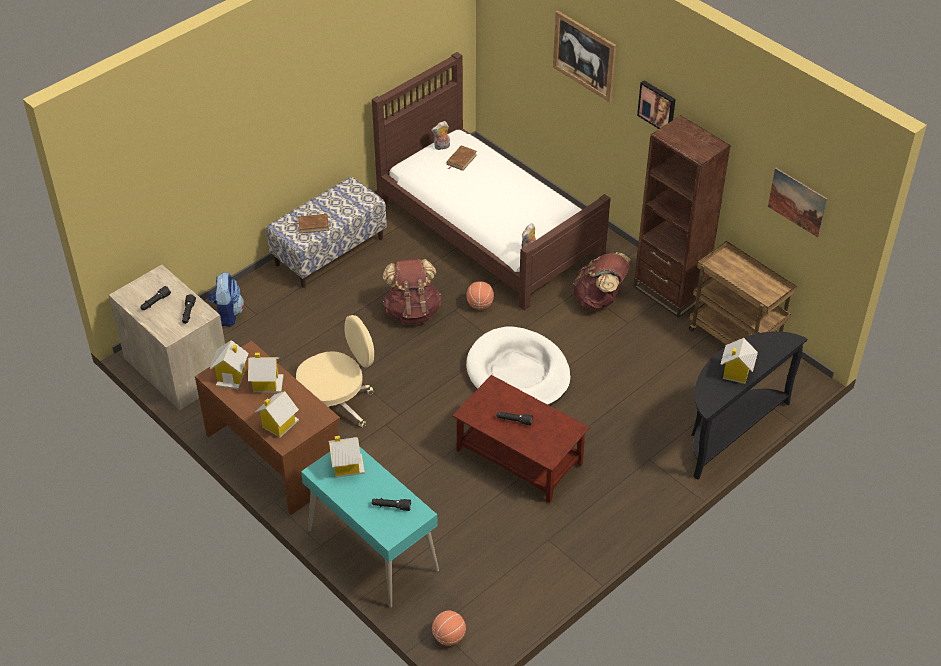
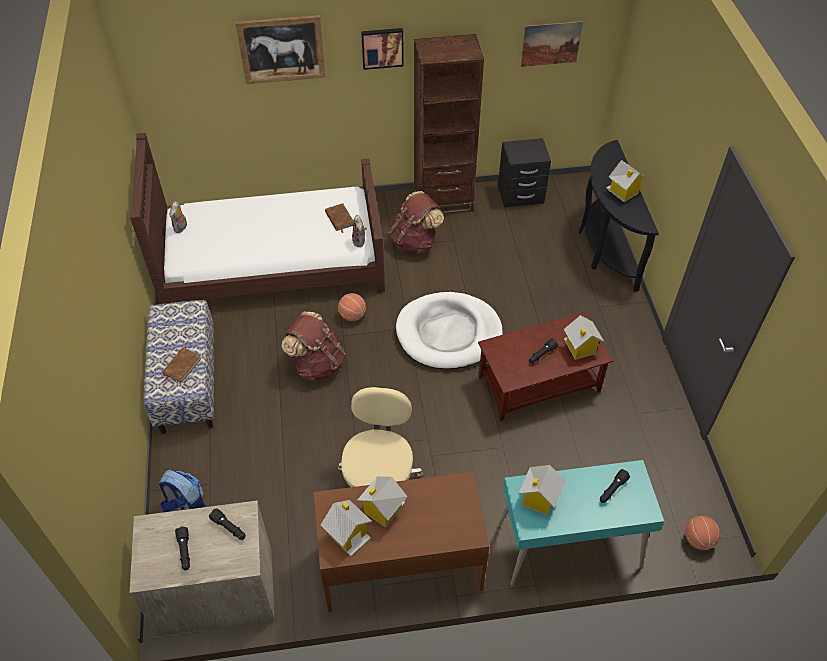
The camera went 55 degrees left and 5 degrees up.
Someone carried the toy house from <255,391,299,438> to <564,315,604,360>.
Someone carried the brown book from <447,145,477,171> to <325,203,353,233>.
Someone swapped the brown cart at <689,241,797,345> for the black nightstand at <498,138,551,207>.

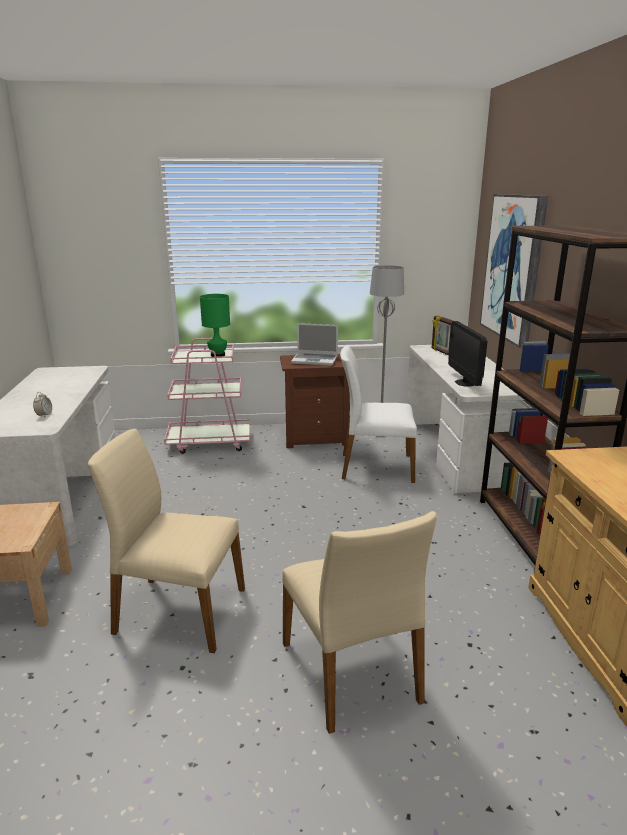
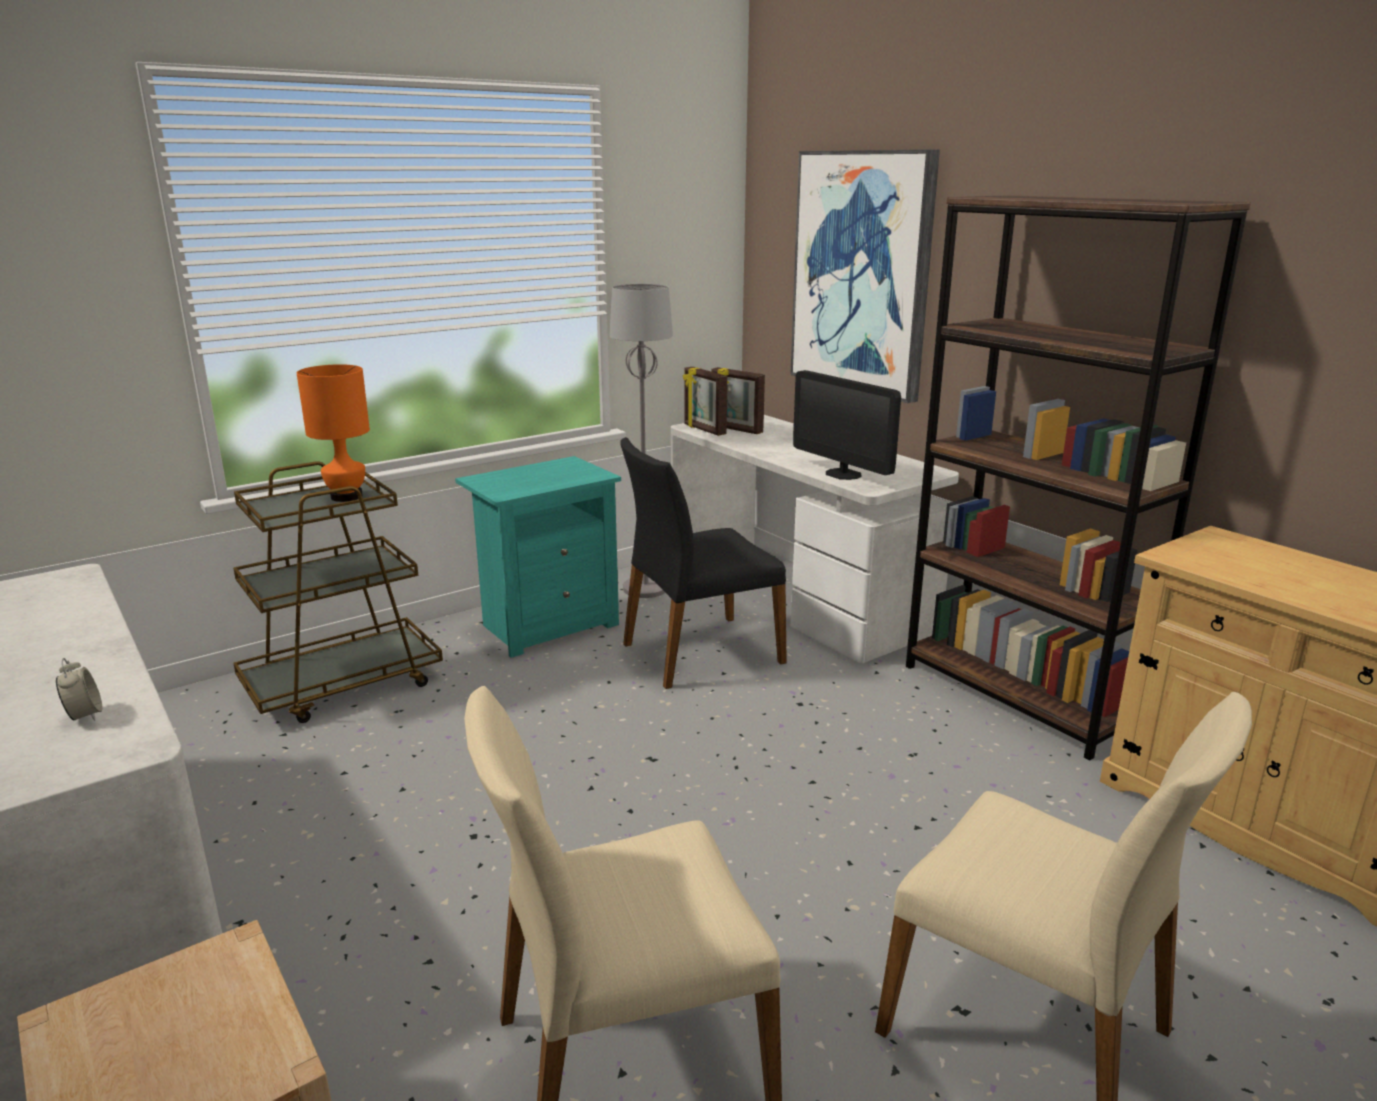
The camera went 30 degrees left and 0 degrees up.
Someone repainted the pink cart at <164,338,251,454>, which became the brown cart at <233,461,443,723>.
Someone repainted the green table lamp at <200,294,230,357>, which became the orange table lamp at <297,364,370,502>.
Someone repainted the brown nightstand at <280,354,350,448>, which became the turquoise nightstand at <455,456,621,658>.
Someone took away the laptop at <291,323,338,366>.
Someone repainted the white chair at <340,345,416,483>, which became the black chair at <620,437,787,689>.
Someone put down the picture frame at <683,367,727,436>.

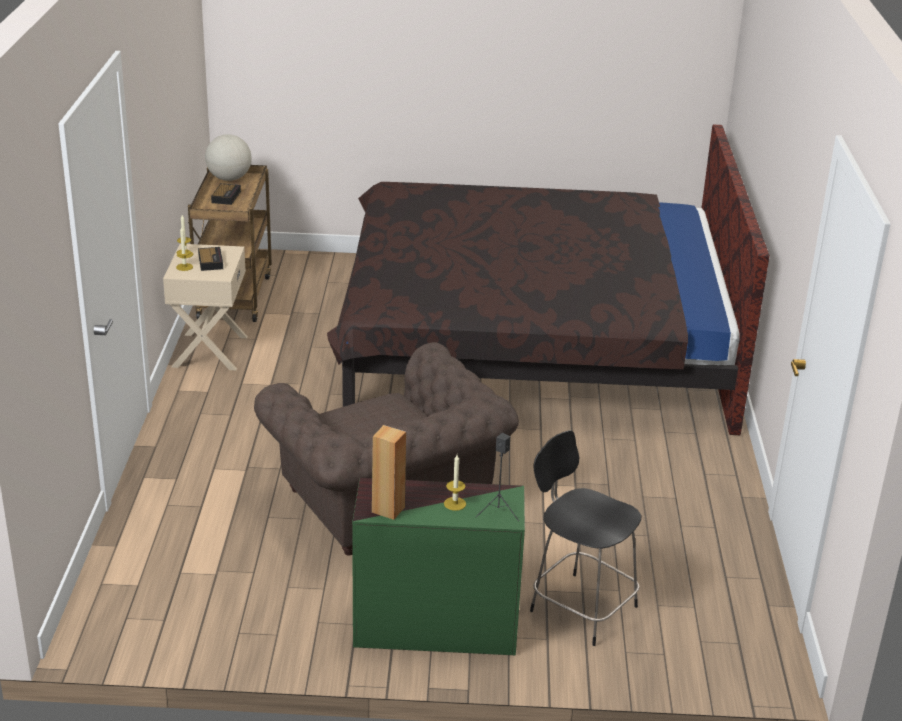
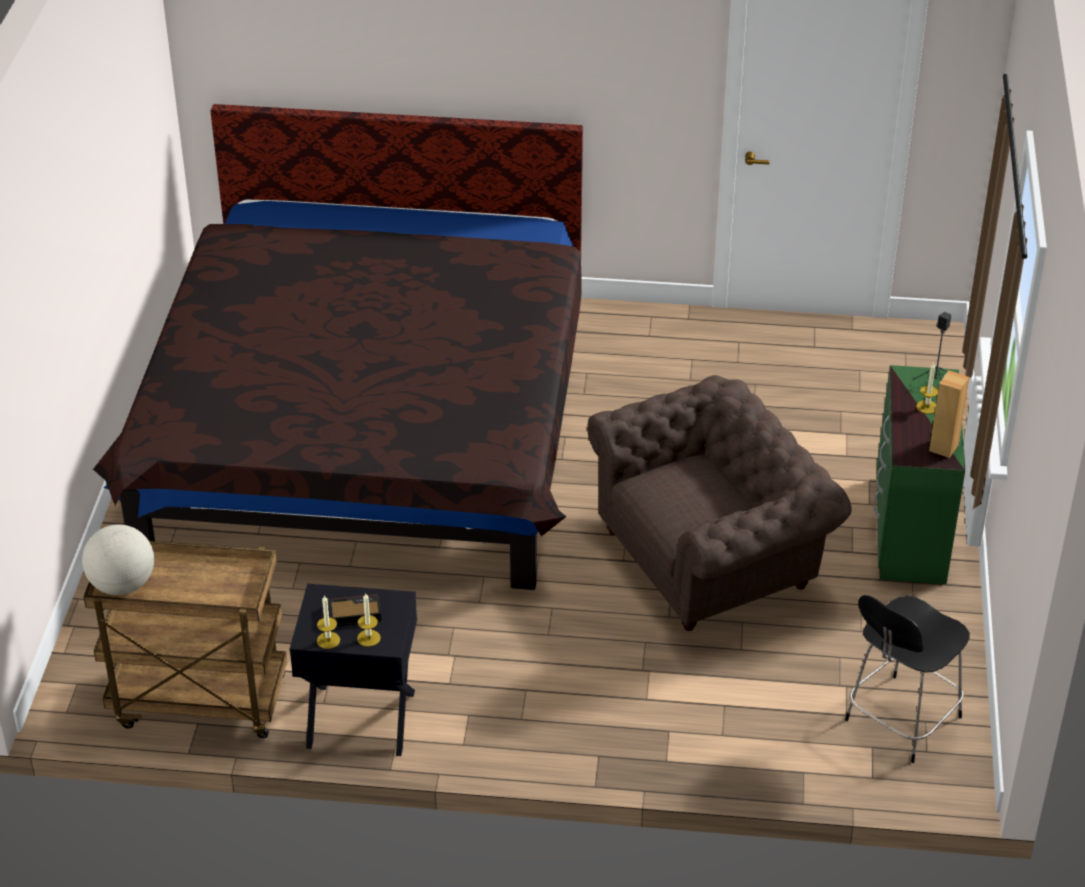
The camera went 85 degrees left and 10 degrees up.
Someone repainted the beige nightstand at <163,244,248,370>, which became the black nightstand at <290,584,417,756>.
Someone took away the alarm clock at <211,183,241,205>.
Someone carried the black chair from <530,430,642,646> to <845,595,970,763>.

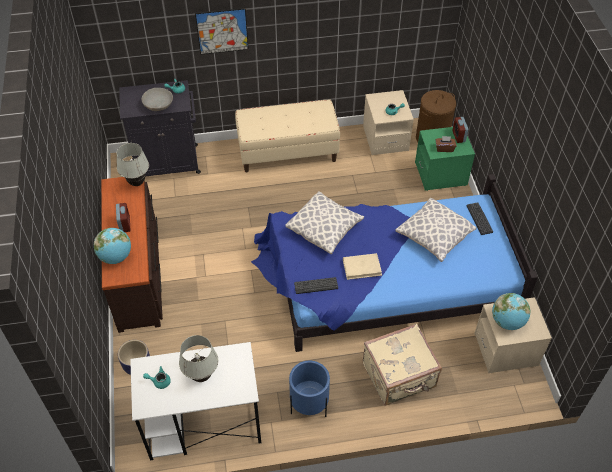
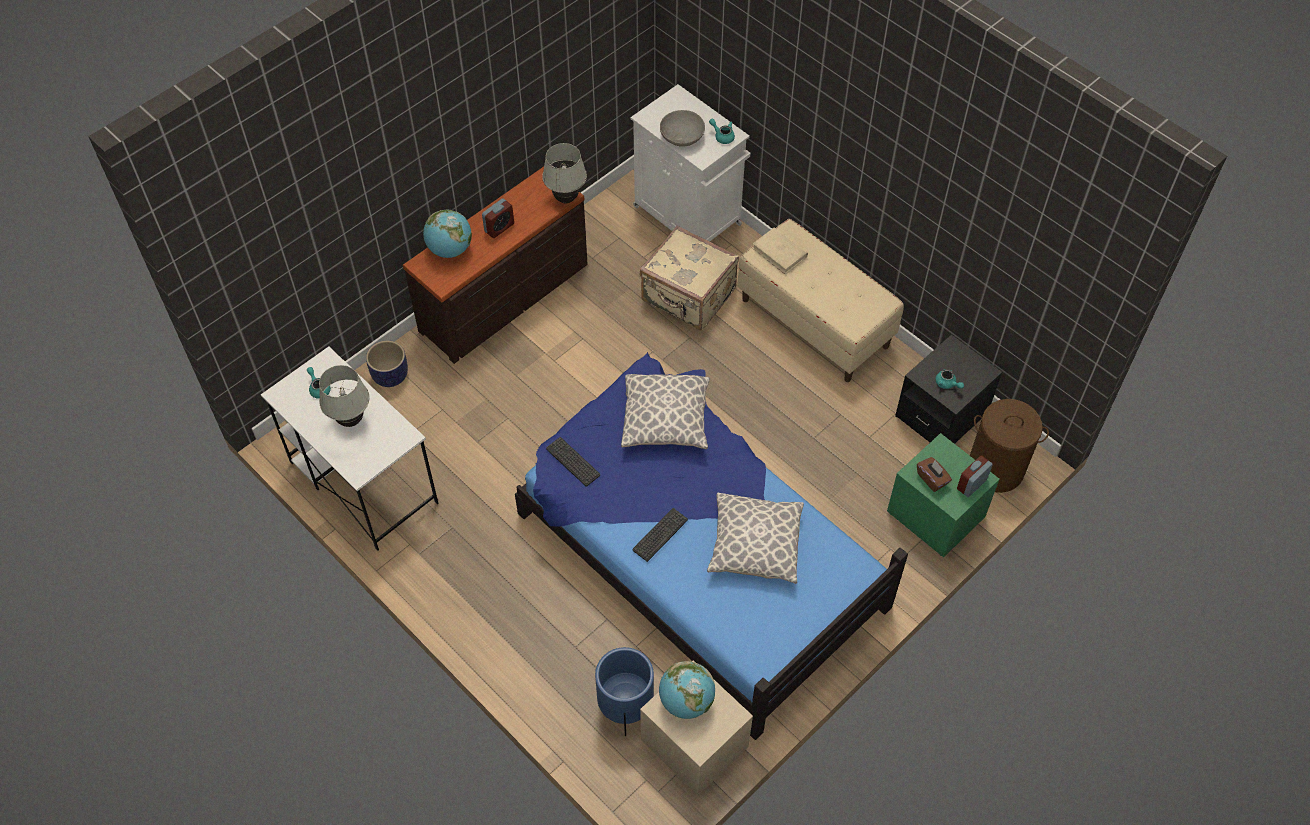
The camera went 55 degrees right and 5 degrees up.
Someone repainted the black cabinet at <119,80,201,176>, which became the white cabinet at <631,84,750,242>.
Someone took away the picture at <195,8,249,55>.
Someone carried the blue planter from <289,361,330,417> to <595,647,654,736>.
Someone carried the beige book from <343,253,382,280> to <752,227,808,275>.
Someone repainted the beige nightstand at <363,90,414,155>, which became the black nightstand at <895,334,1002,444>.
Someone carried the beige suitcase from <363,324,442,406> to <639,226,739,330>.
Someone carried the keyboard from <467,202,493,235> to <633,508,688,562>.

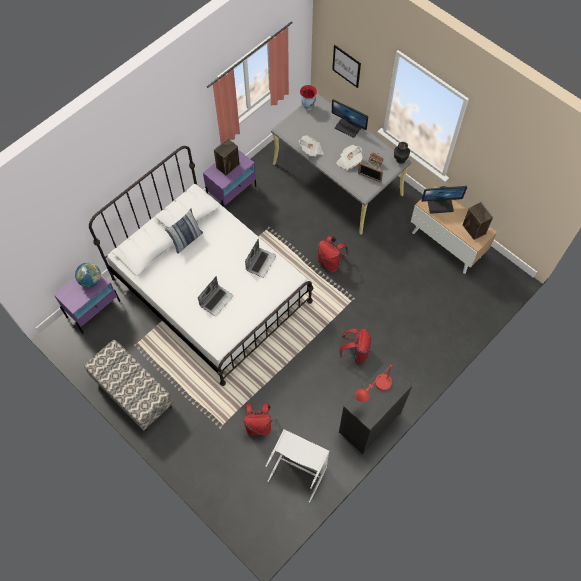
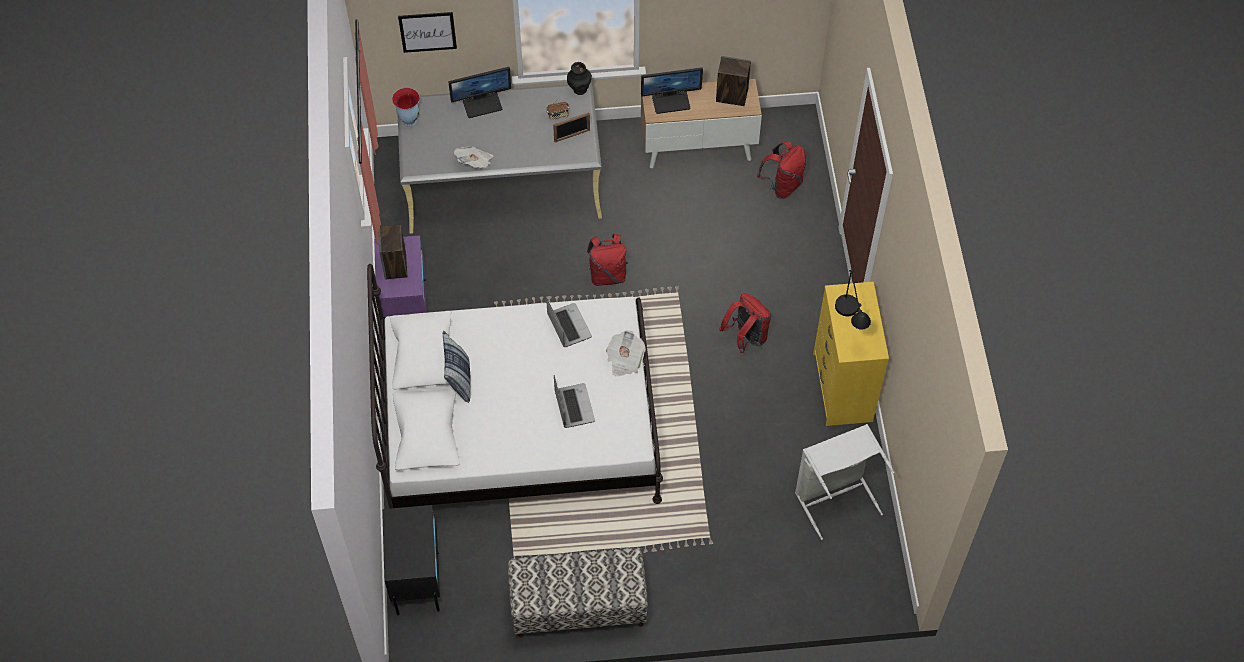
The camera went 50 degrees left and 5 degrees down.
Someone repainted the purple nightstand at <53,274,121,334>, which became the black nightstand at <382,505,440,615>.
Someone took away the globe at <75,263,101,287>.
Someone carried the red backpack from <244,402,274,436> to <757,141,806,199>.
Someone carried the newspaper from <336,145,363,171> to <606,330,646,376>.
Someone repainted the black dresser at <339,362,413,454>, which became the yellow dresser at <813,282,889,426>.
Someone repainted the red table lamp at <355,364,393,402>, which became the black table lamp at <835,270,871,330>.
Someone rotated the monitor at <422,186,467,214> by 45 degrees clockwise.

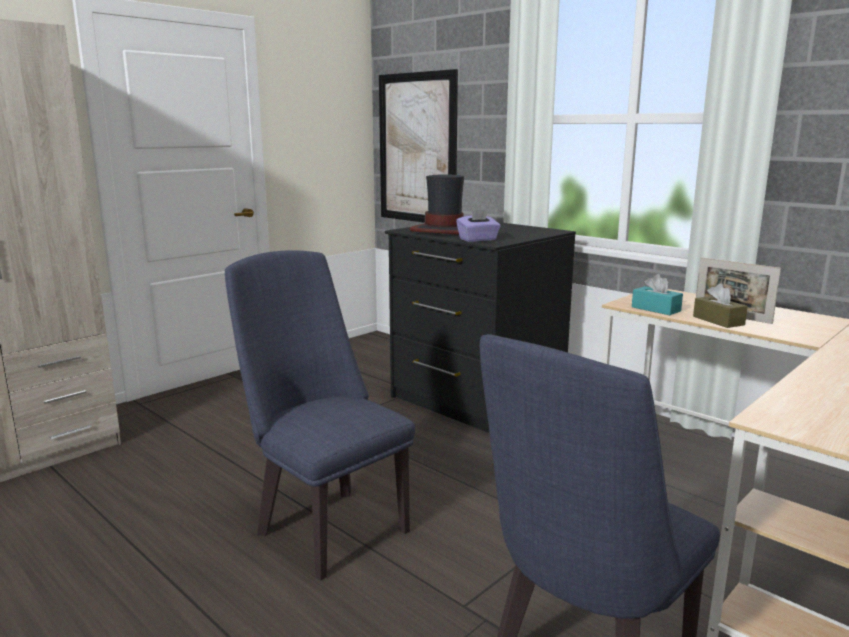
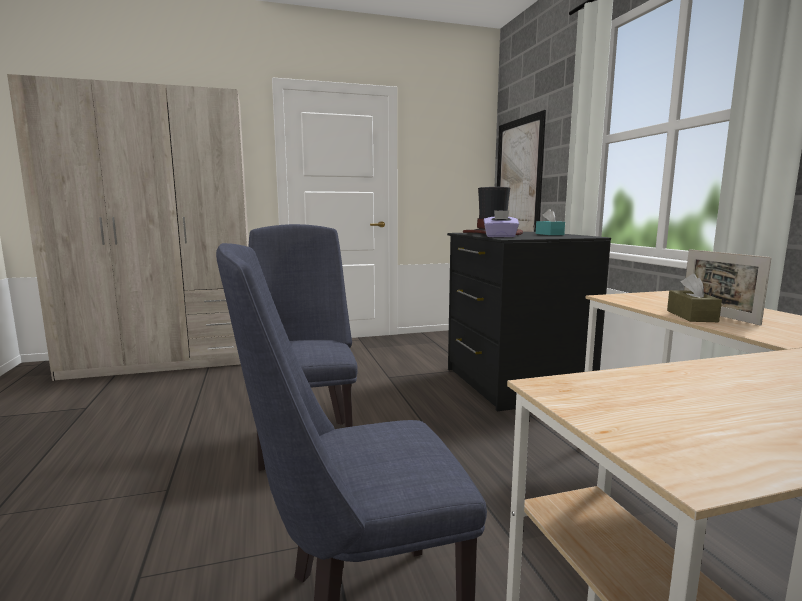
The camera went 30 degrees right and 5 degrees down.
Someone carried the turquoise tissue box from <632,274,683,315> to <536,209,565,235>.

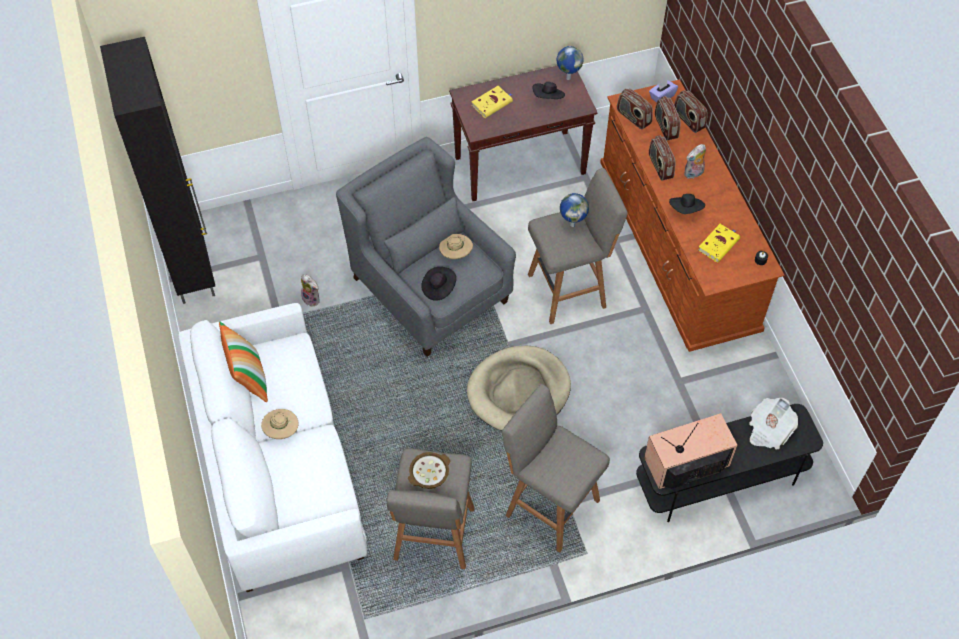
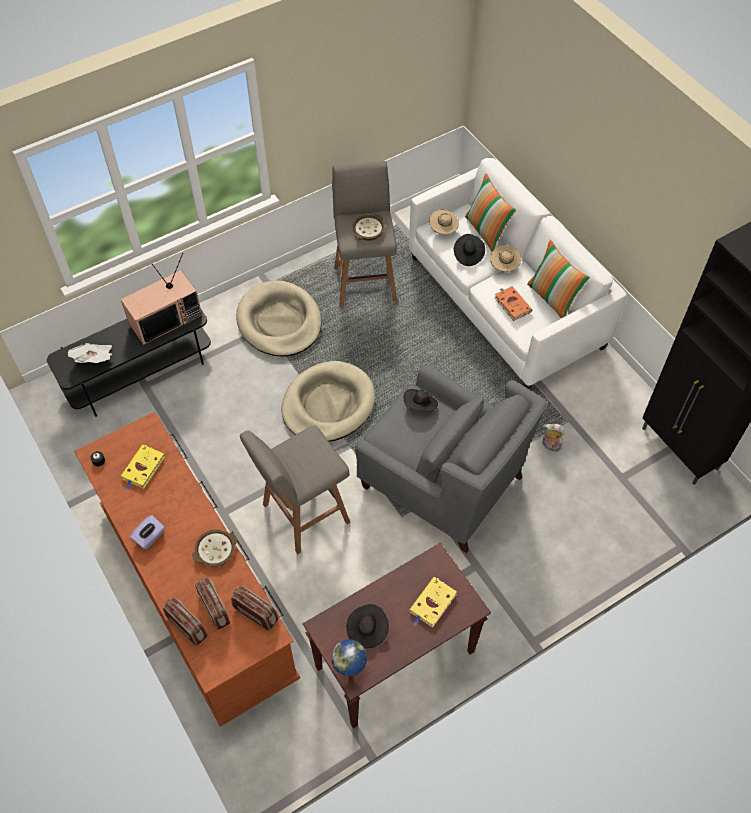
The camera went 165 degrees right and 0 degrees up.
Someone carried the beige hat from <439,234,473,259> to <429,210,459,234>.
Someone swapped the grey stool at <502,384,610,553> for the beige dog bed at <236,280,322,357>.
Someone took away the globe at <560,193,589,227>.
Someone carried the purple tissue box from <649,80,678,103> to <130,515,165,550>.
Someone swapped the radio at <649,135,676,181> for the bowl at <192,529,237,567>.
Someone carried the black hat from <669,194,705,214> to <454,234,485,266>.
Someone took away the plush toy at <684,144,706,179>.
Someone put down the pillow at <465,173,516,251>.
Someone put down the orange book at <494,286,532,321>.

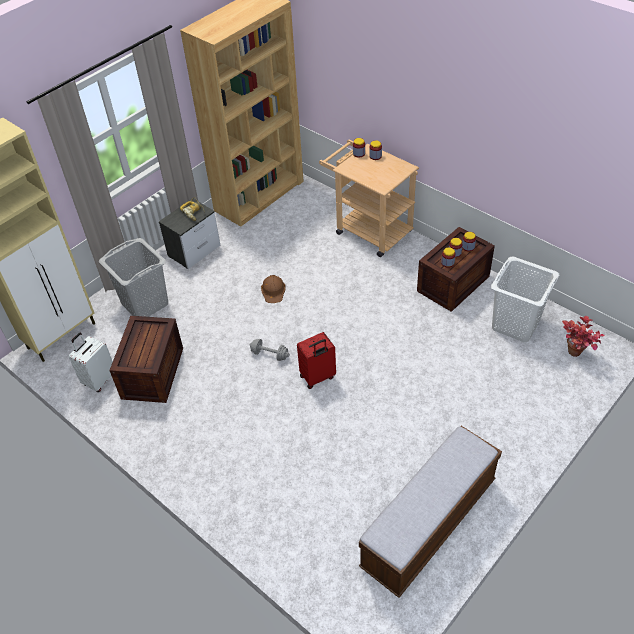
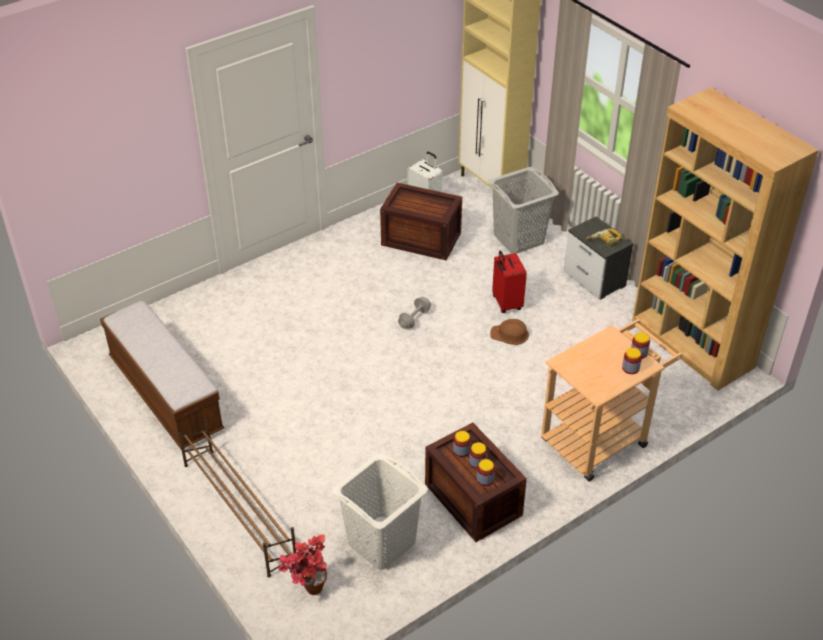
The camera went 100 degrees right and 5 degrees down.
Someone carried the red suitcase from <297,332,336,389> to <492,250,527,313>.
Someone put down the brown shoe rack at <178,419,296,577>.

